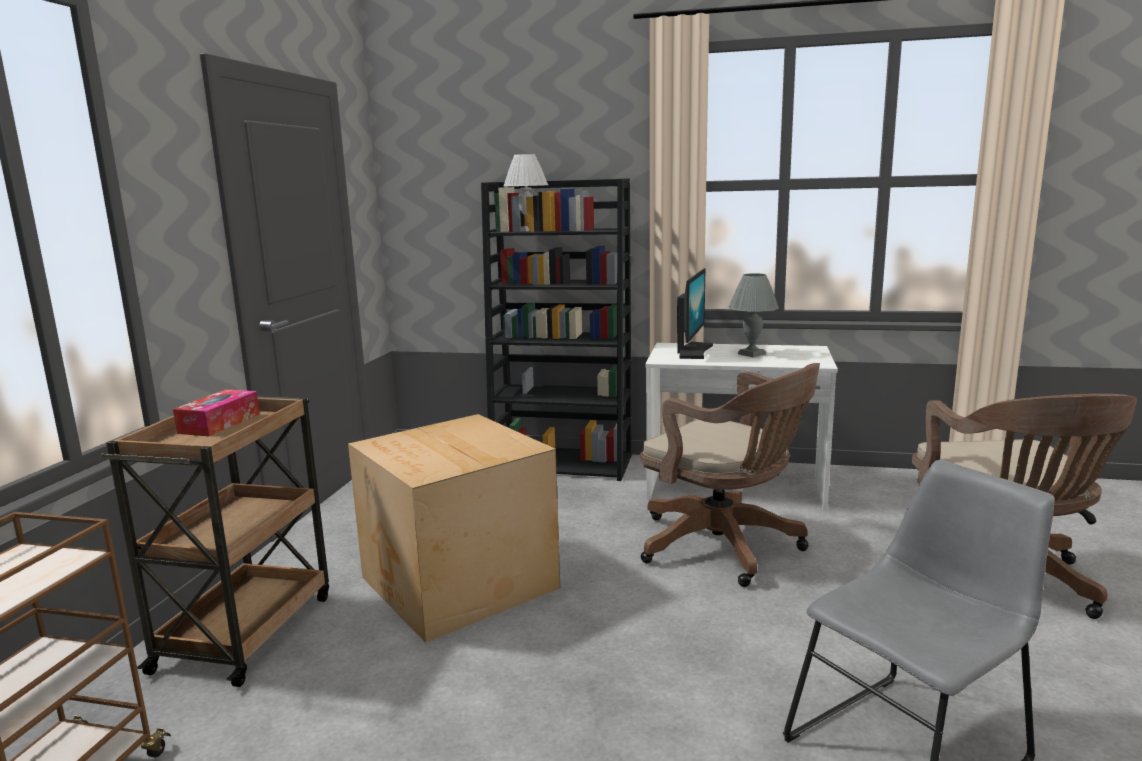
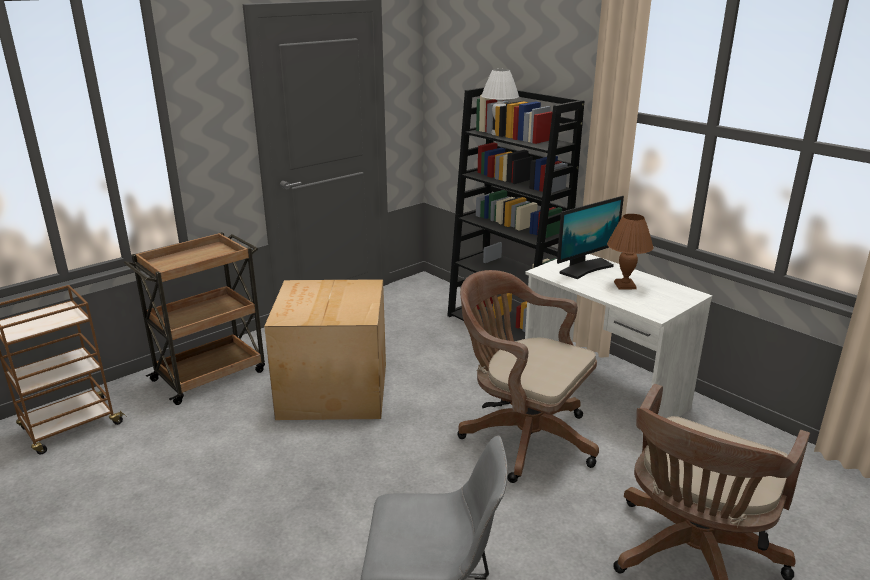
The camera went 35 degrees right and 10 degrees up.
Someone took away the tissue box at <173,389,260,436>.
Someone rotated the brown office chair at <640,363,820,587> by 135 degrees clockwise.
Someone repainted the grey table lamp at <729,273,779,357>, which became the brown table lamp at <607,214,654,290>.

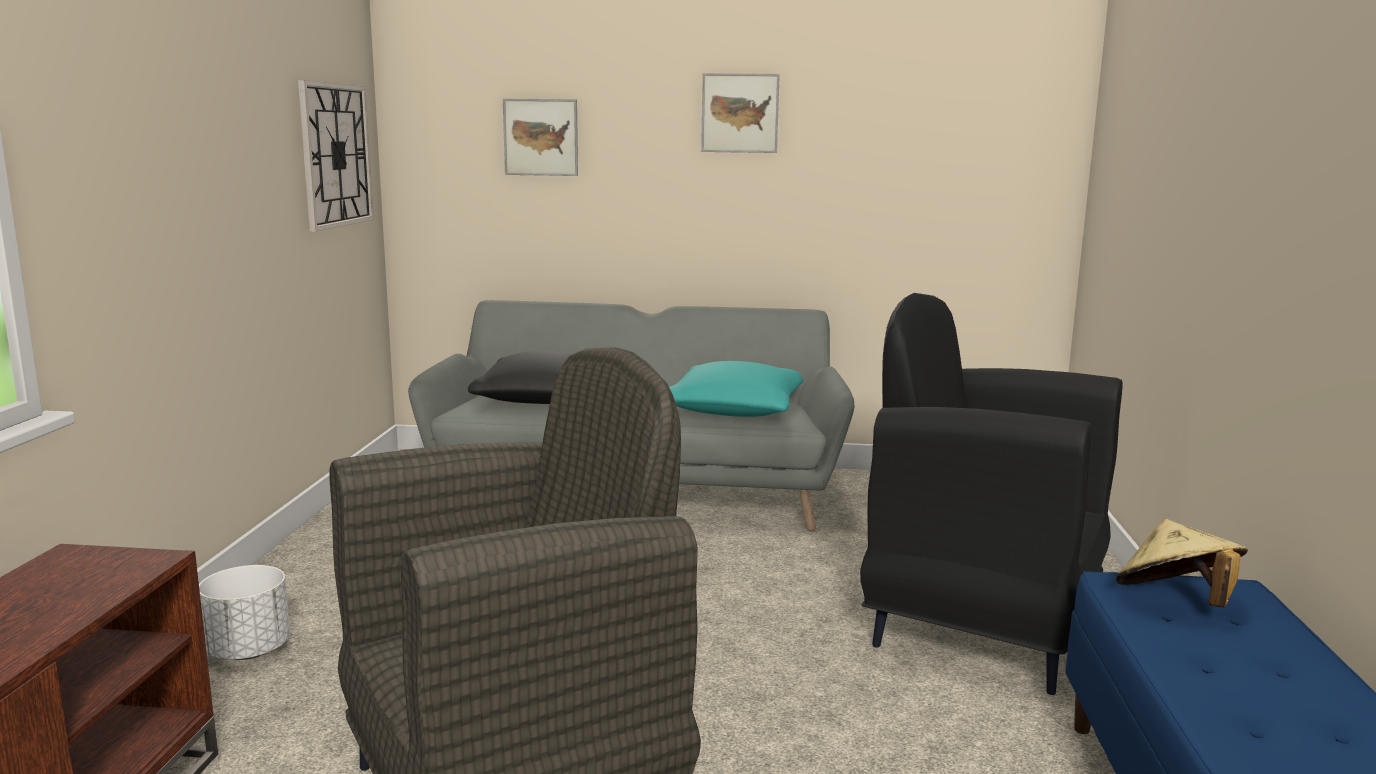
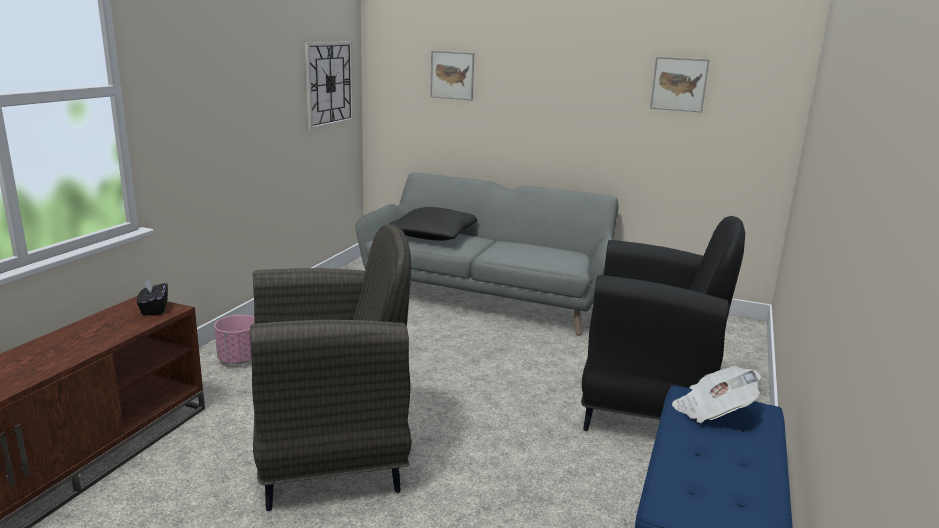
The camera went 15 degrees right and 5 degrees up.
Someone repainted the white planter at <199,565,290,660>, which became the pink planter at <214,315,254,364>.
Someone took away the turquoise pillow at <669,361,803,417>.
Someone carried the picture from <701,73,780,153> to <650,57,710,113>.
Someone rotated the black armchair at <860,293,1123,695> by 150 degrees clockwise.
Someone swapped the beige hat at <1116,519,1248,608> for the newspaper at <672,366,762,423>.
Someone put down the black tissue box at <137,278,168,316>.

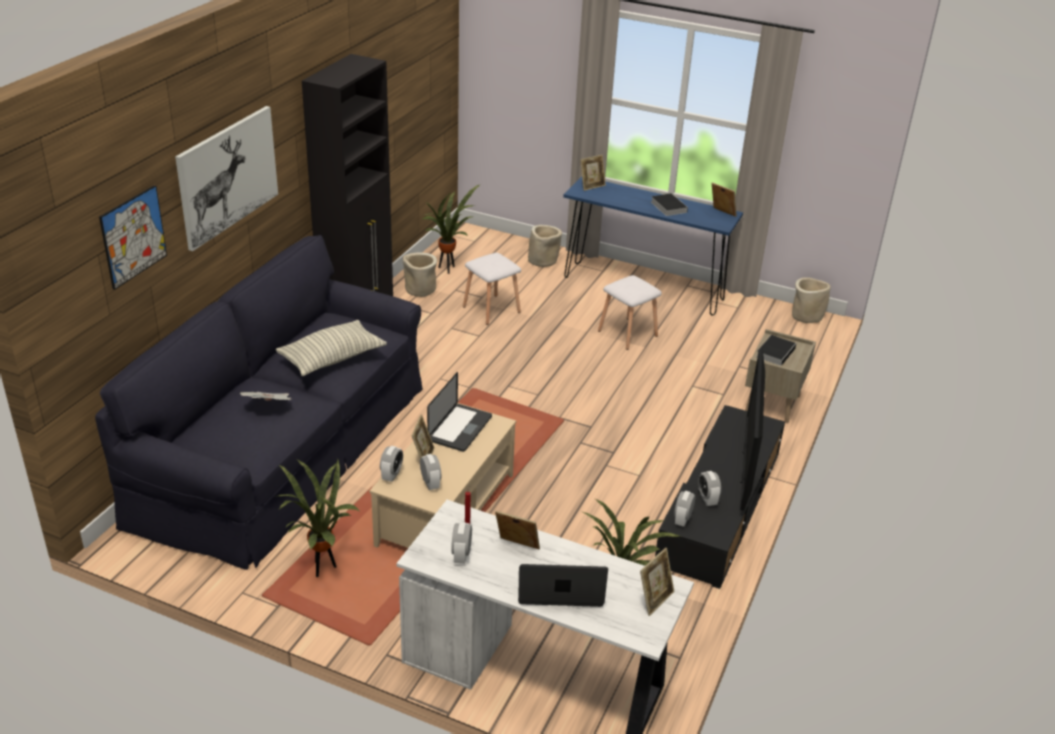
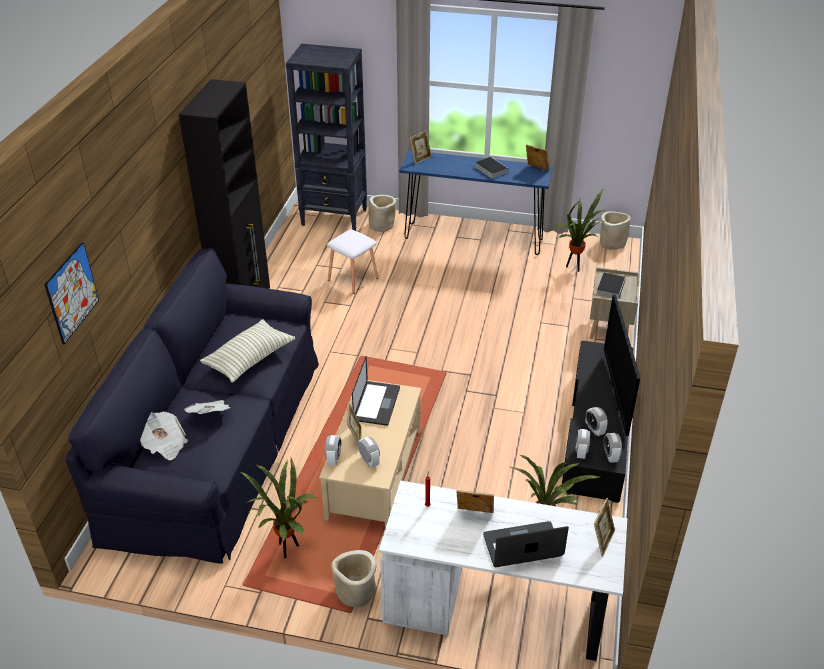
The camera went 10 degrees left and 5 degrees up.
Someone took away the picture at <175,106,278,251>.
Someone carried the beige planter from <403,252,437,297> to <331,550,376,607>.
Someone carried the potted plant from <423,185,480,274> to <554,189,606,272>.
Someone carried the alarm clock from <451,522,472,564> to <604,433,622,463>.
Someone took away the white stool at <598,275,662,350>.
Someone put down the newspaper at <140,412,188,460>.
Someone put down the black bookcase at <286,44,367,231>.

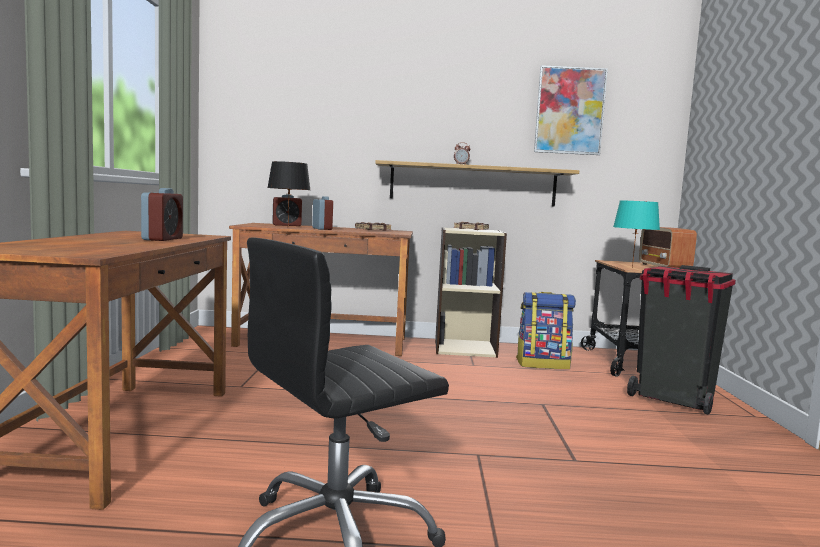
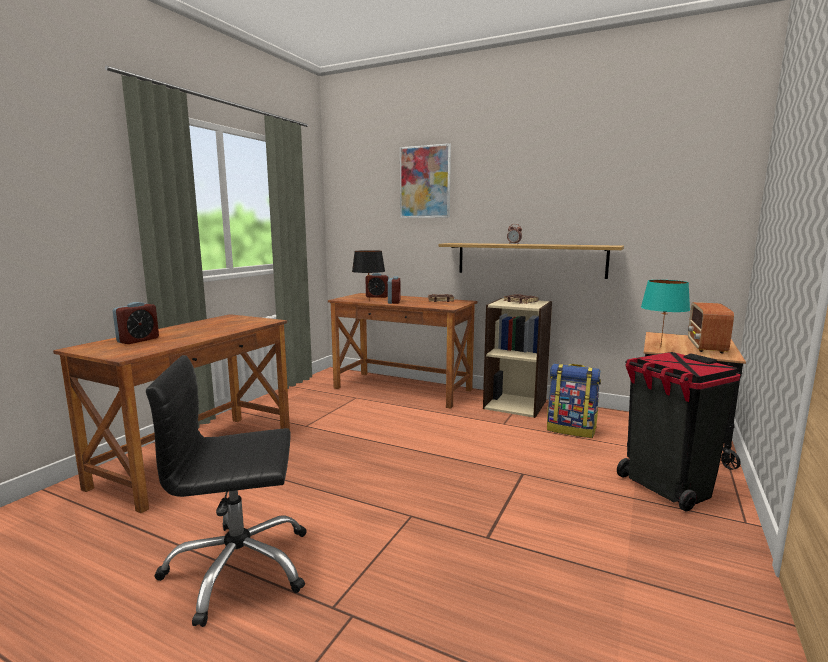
The camera went 25 degrees right and 5 degrees up.
Someone carried the alarm clock from <141,188,183,241> to <113,302,159,344>.
Someone carried the picture from <534,65,608,155> to <400,143,451,218>.

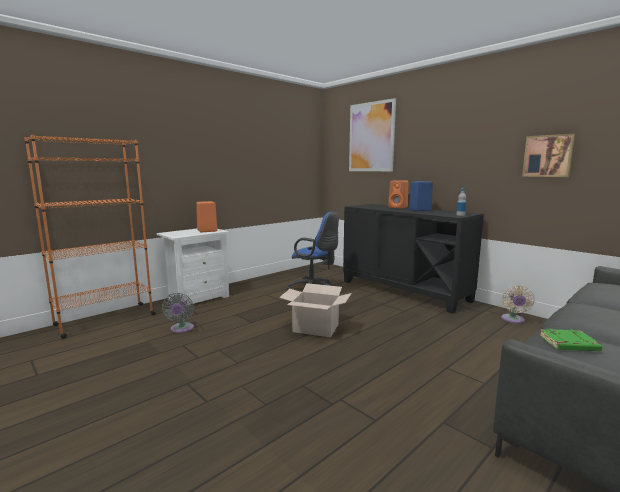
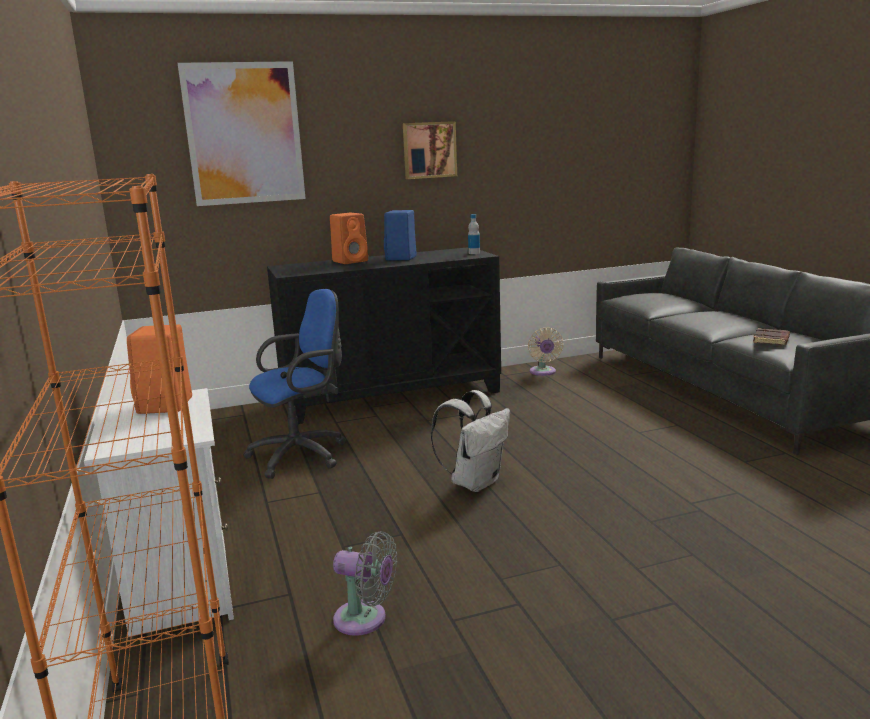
The camera went 65 degrees left and 5 degrees up.
Someone swapped the cardboard box at <279,283,352,338> for the white backpack at <431,390,510,492>.
Someone rotated the beige fan at <501,285,534,324> by 45 degrees clockwise.
Someone carried the picture from <522,134,575,177> to <403,121,457,179>.
Someone repainted the green book at <540,329,602,351>, which became the brown book at <753,328,790,345>.

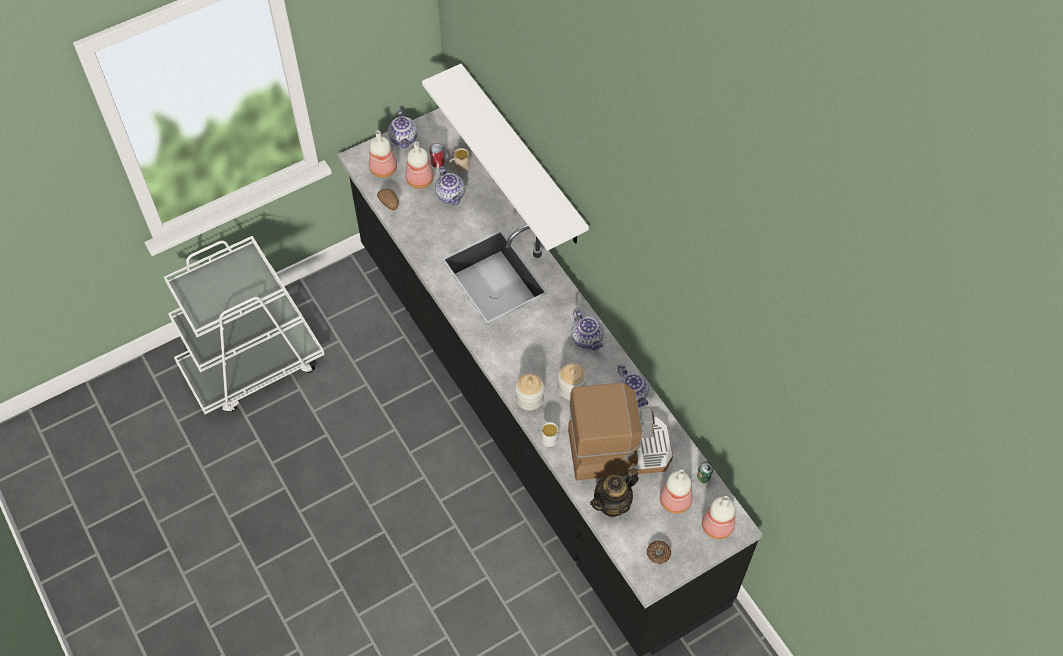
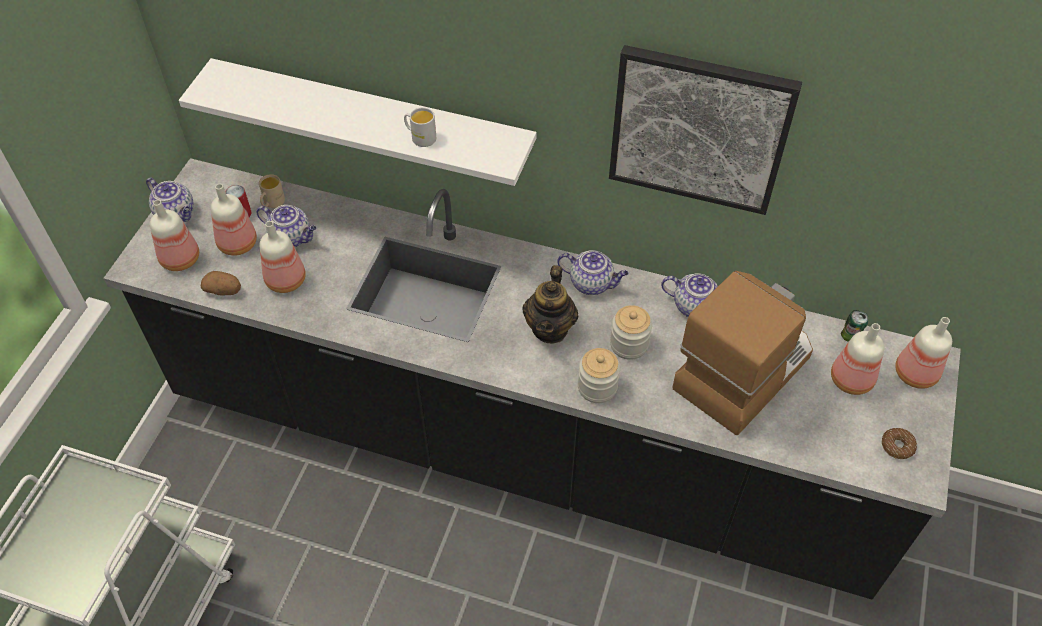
The camera went 40 degrees left and 5 degrees down.
Someone carried the white mug from <541,420,559,447> to <404,107,436,147>.
Someone carried the teapot from <590,468,639,517> to <522,265,578,343>.
Someone put down the bottle at <260,221,306,293>.
Someone put up the picture at <609,45,802,215>.

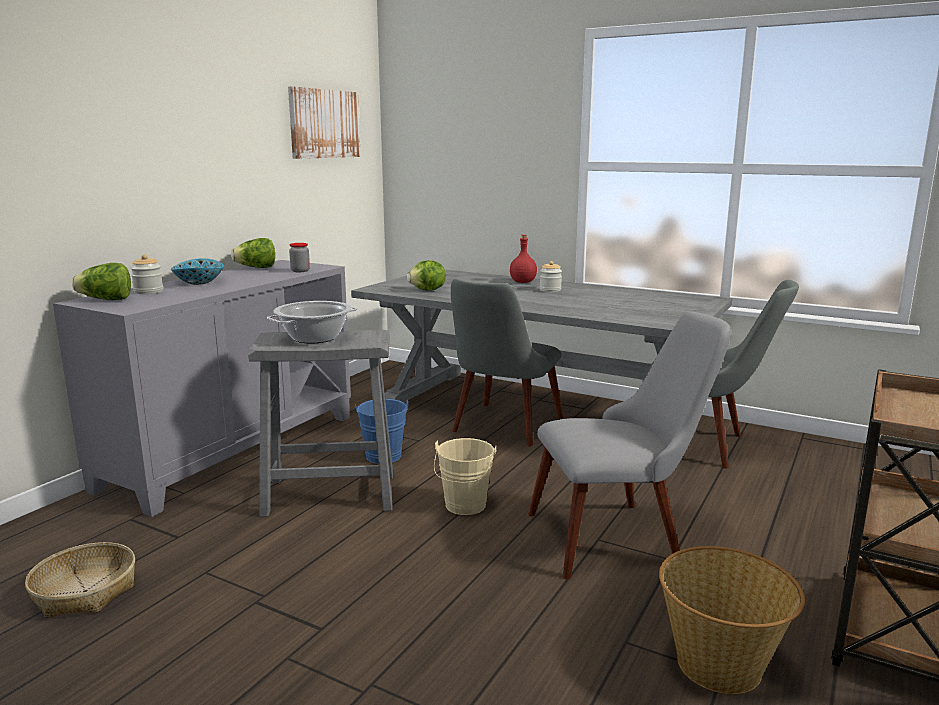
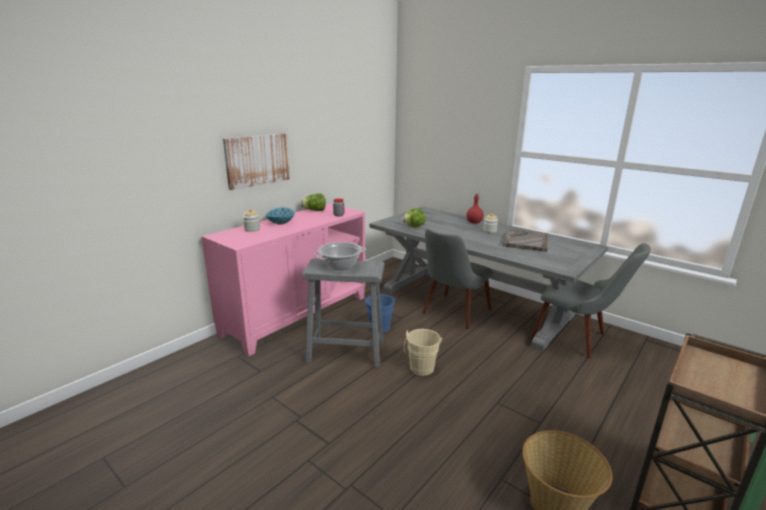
The camera went 10 degrees right and 5 degrees up.
Someone took away the basket at <25,542,135,618>.
Someone repainted the grey cabinet at <53,260,351,517>, which became the pink cabinet at <201,204,366,356>.
Someone took away the lettuce at <72,263,131,300>.
Someone carried the picture from <288,86,361,159> to <223,133,290,190>.
Someone took away the grey chair at <528,312,730,579>.
Someone put down the grey tray at <503,229,548,252>.

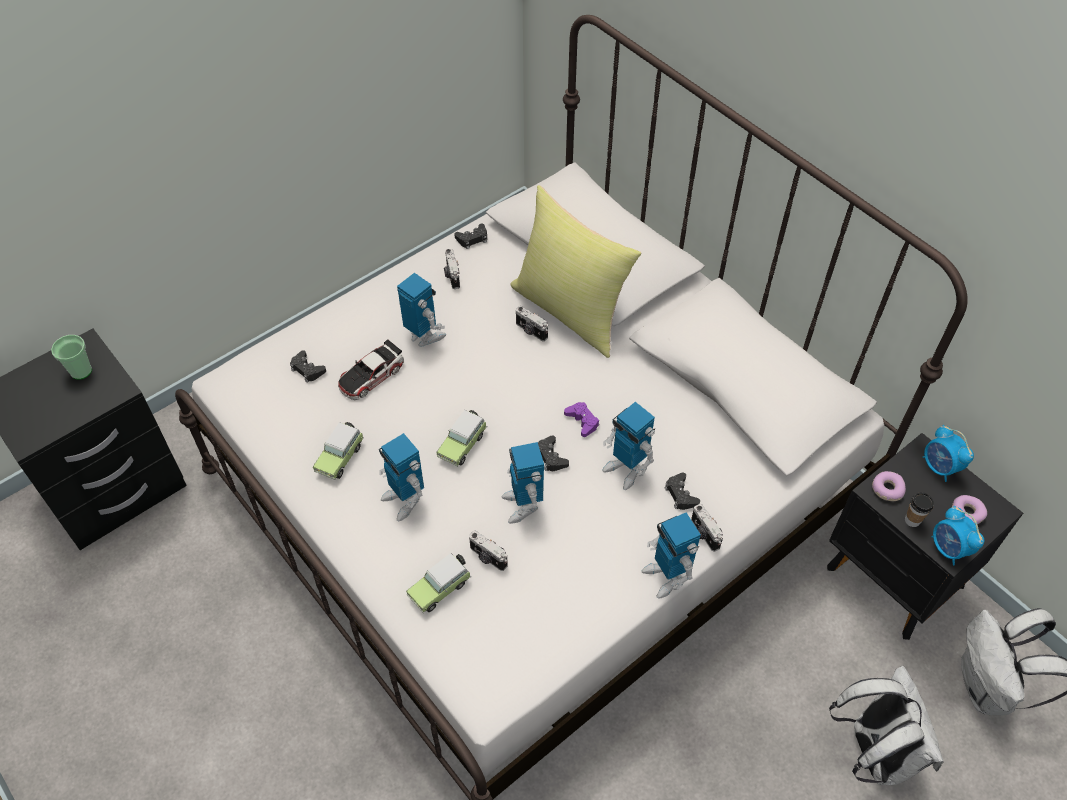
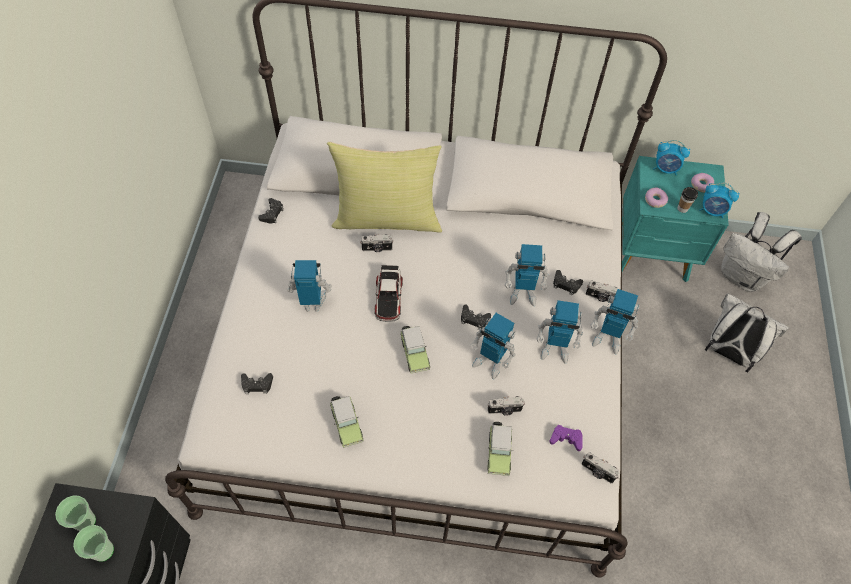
The camera went 45 degrees left and 5 degrees up.
Someone carried the toy car from <338,339,404,400> to <374,265,403,322>.
Someone carried the toy robot from <379,433,424,521> to <536,300,583,364>.
Someone carried the photo camera from <444,249,460,289> to <581,452,619,483>.
Someone carried the purple game controller from <564,402,599,437> to <549,425,583,451>.
Someone repainted the black nightstand at <827,433,1023,640>, which became the turquoise nightstand at <622,156,729,282>.
Someone put down the cup at <73,525,114,562>.

